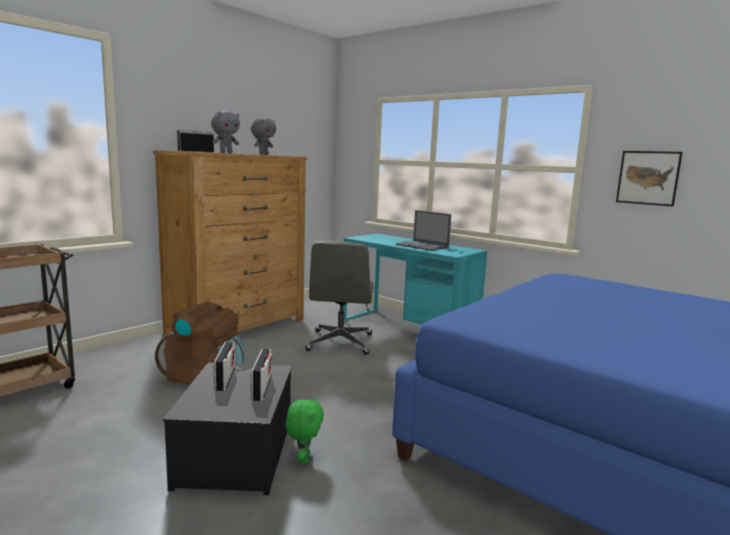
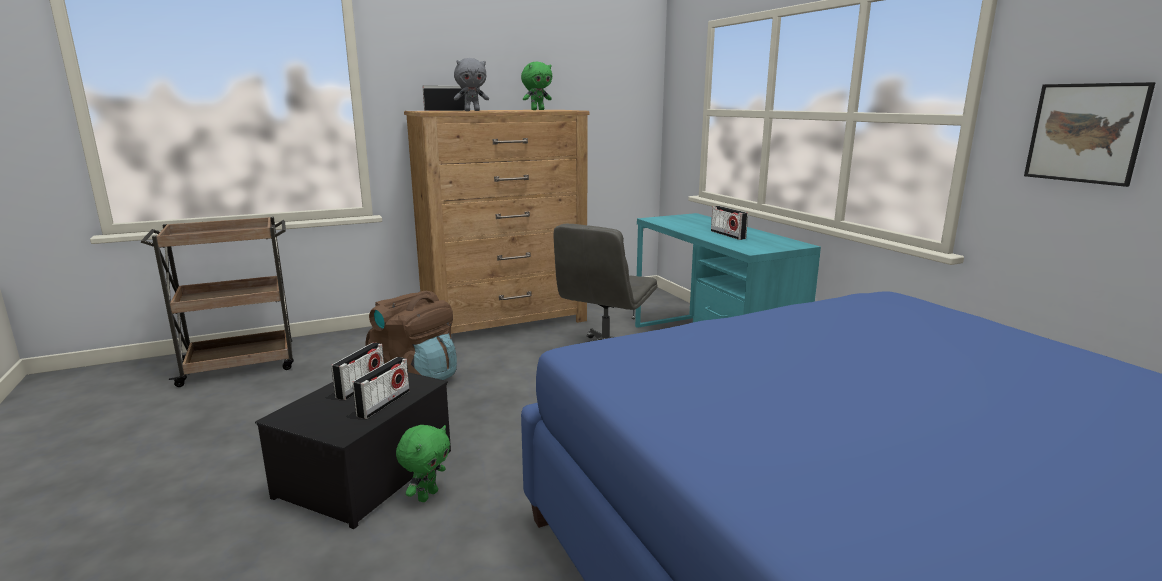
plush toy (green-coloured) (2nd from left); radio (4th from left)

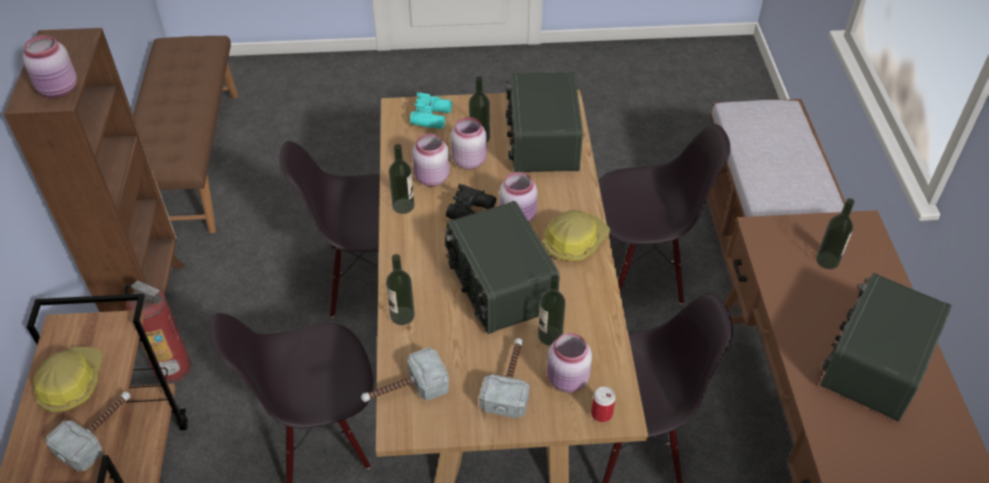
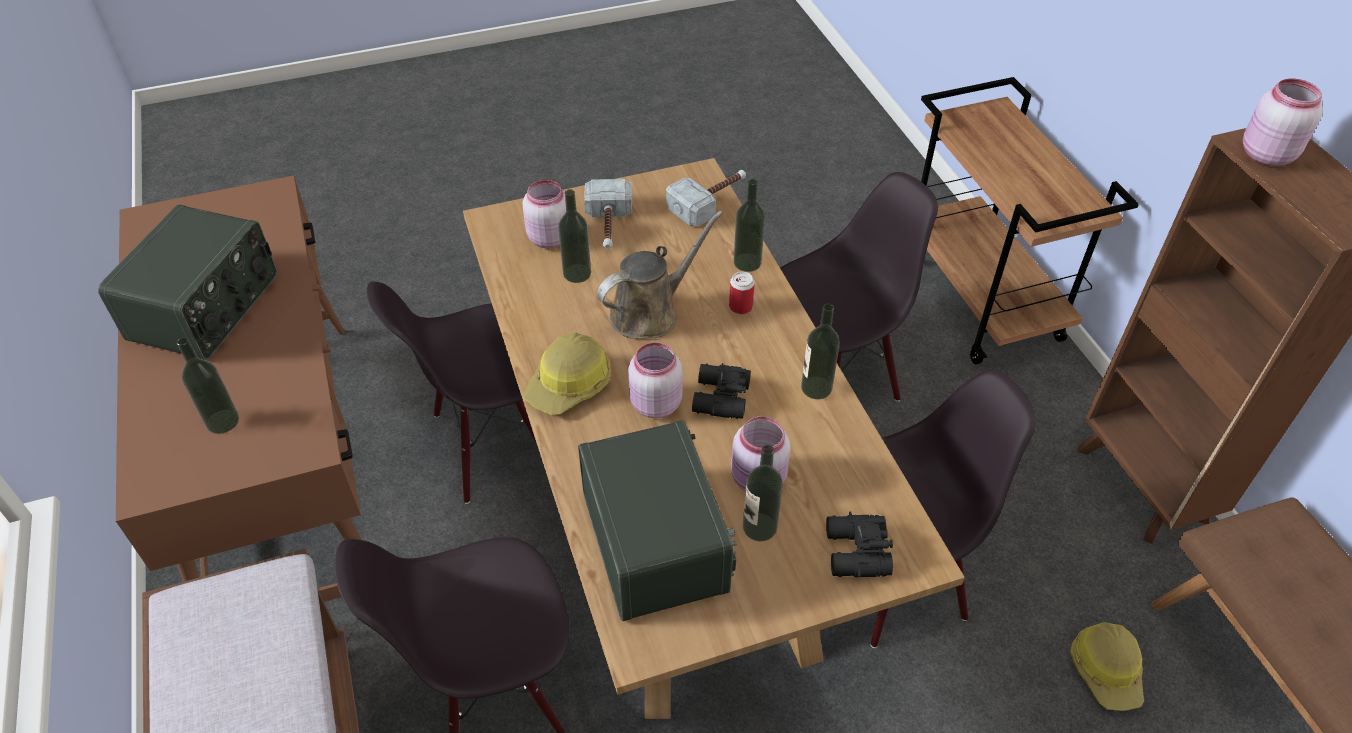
work helmet (2nd from left); tool hammer (1st from left in the first image); extinguisher; field glasses (black-coloured) (2nd from left); preserve jar (pink) (2nd from left in the first image); watering pot (brown-coloured); sealed can

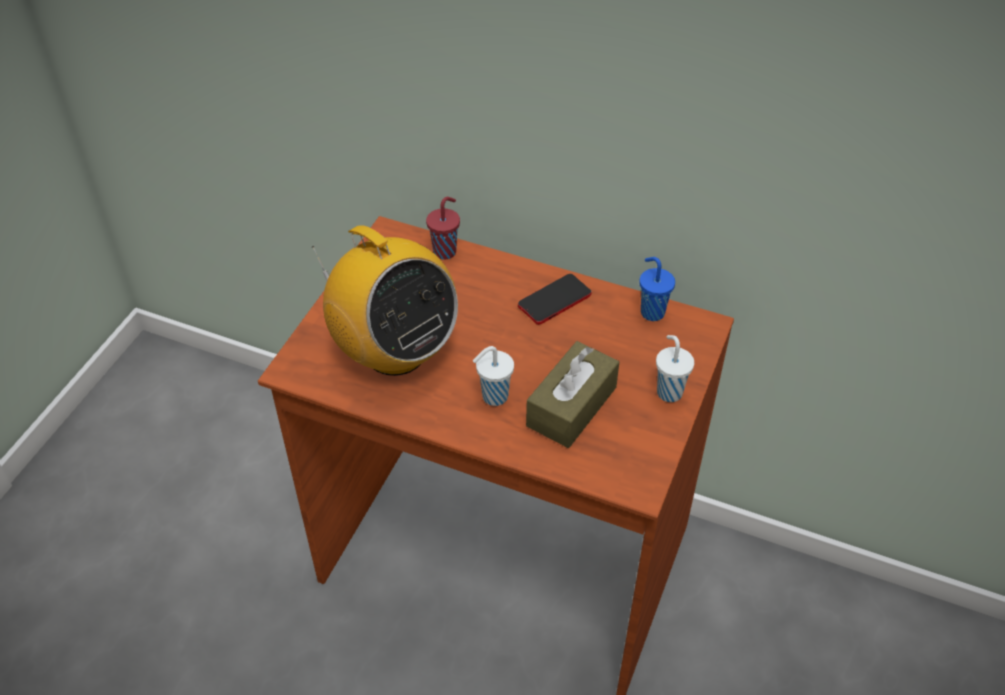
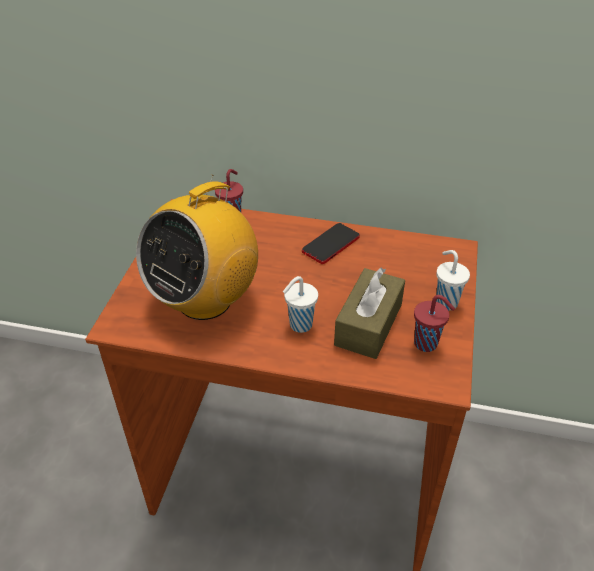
radio; cup (bluish); cup (red-coloured) (2nd from left)

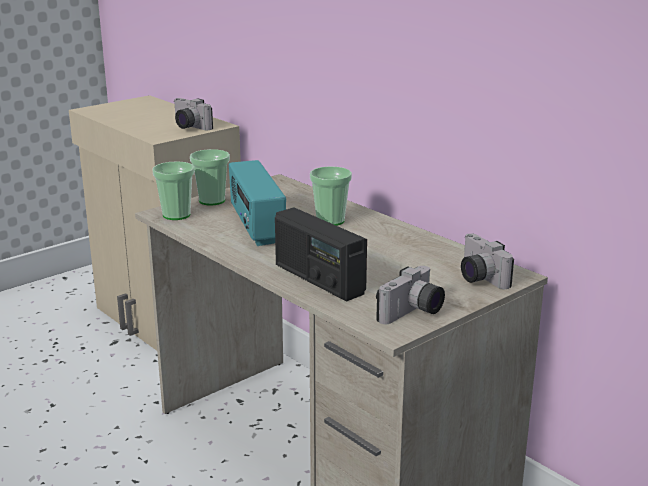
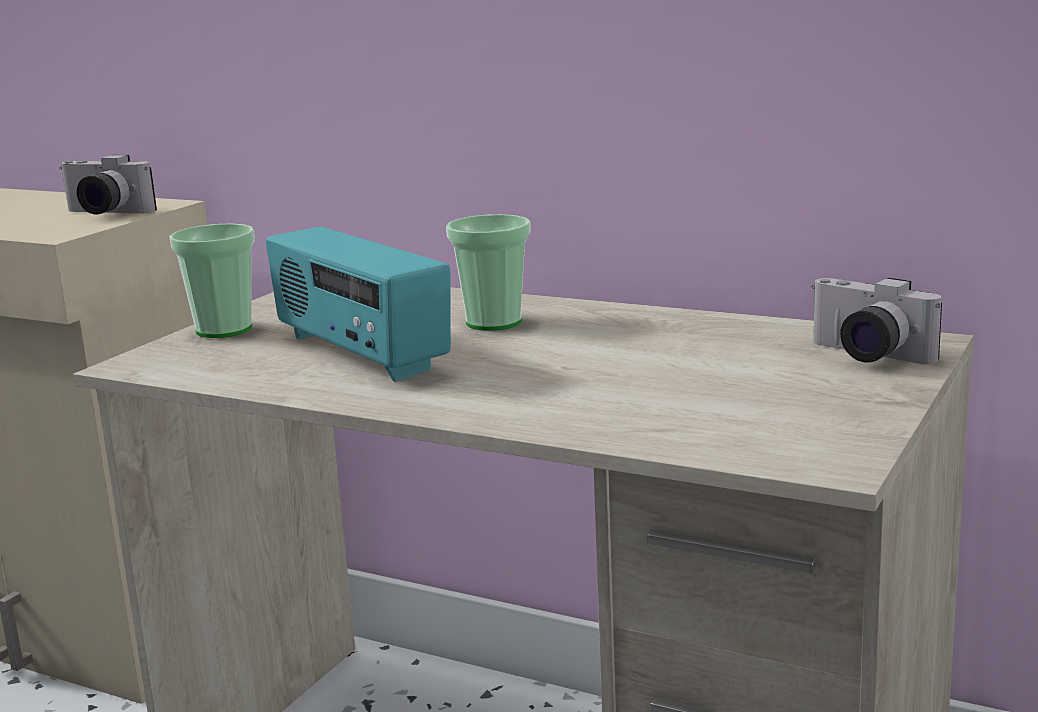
cup (1st from left in the first image); radio (2nd from left in the first image); photo camera (2nd from left in the first image)

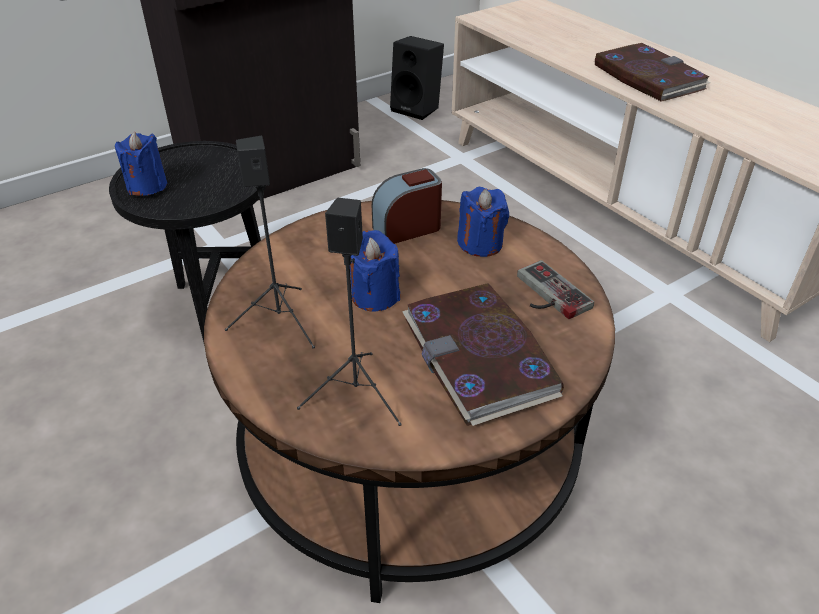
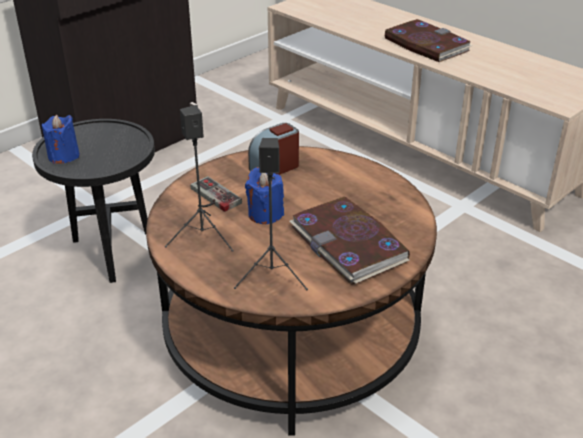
loudspeaker (black-coloured) (3rd from left in the first image); candle (bluish) (3rd from left in the first image); gamepad

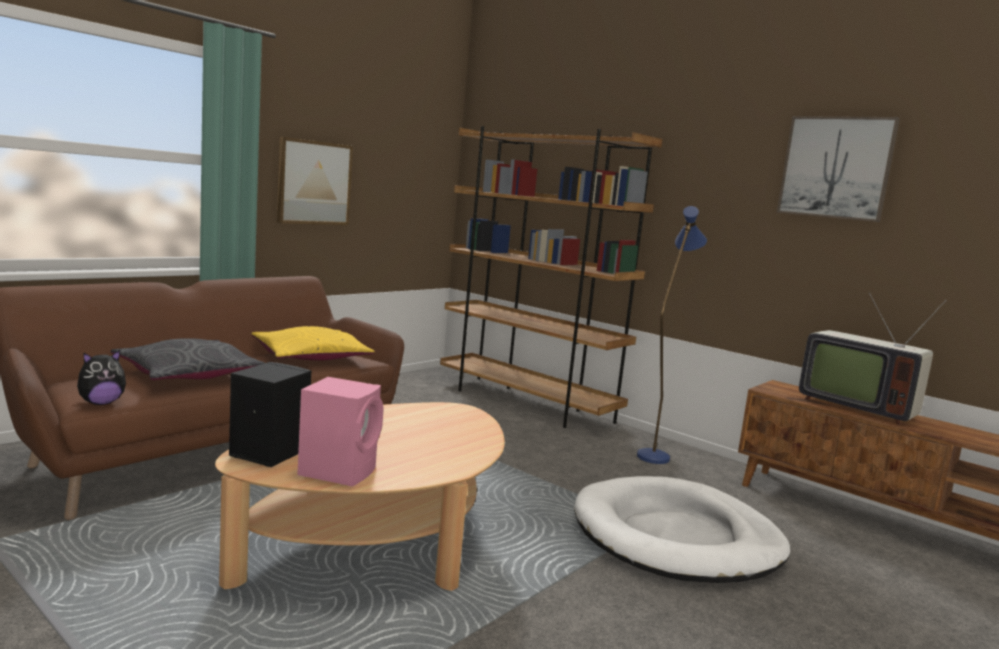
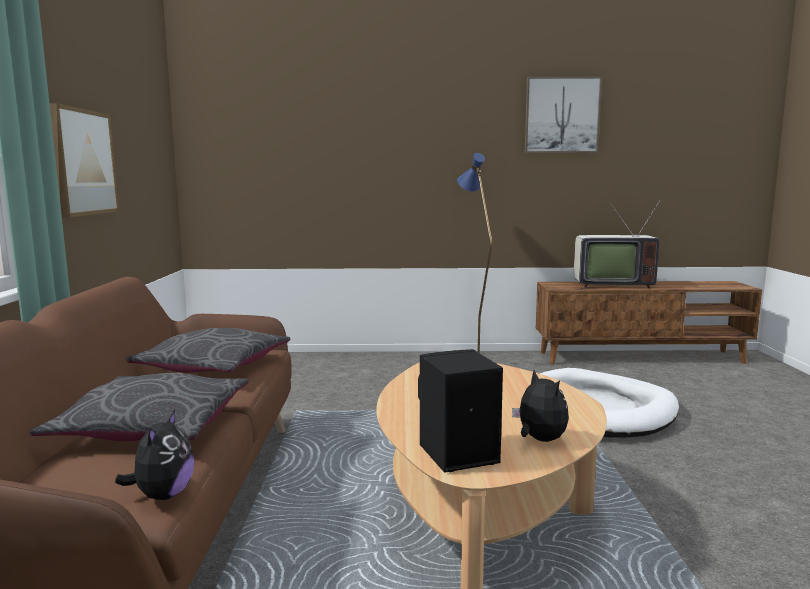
throw pillow (grey) (2nd from left); plush toy (2nd from left); bookshelf (brown-coloured)

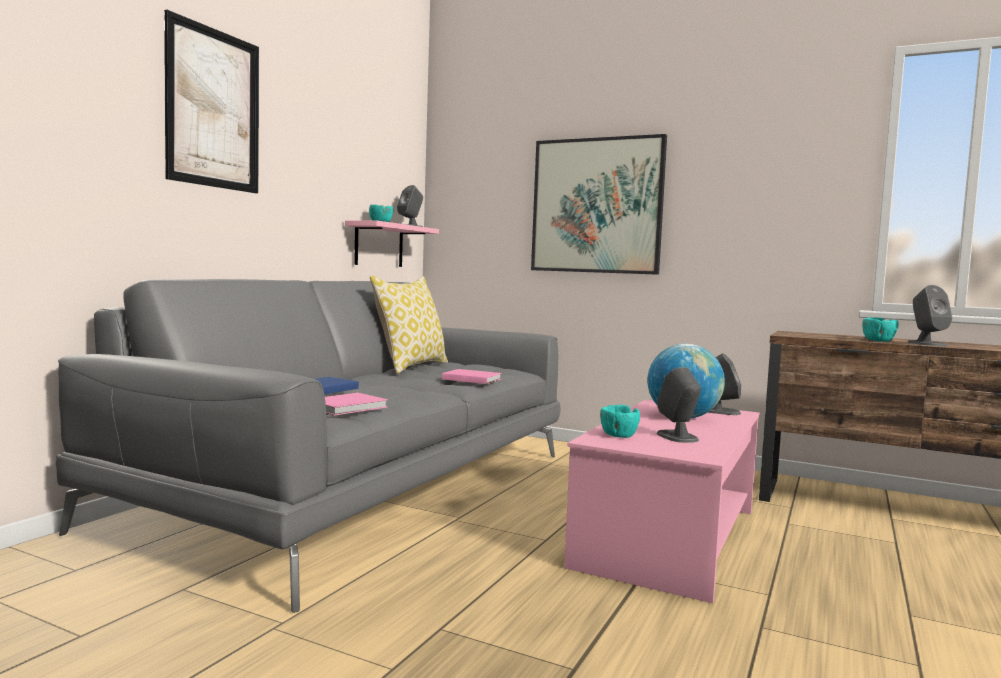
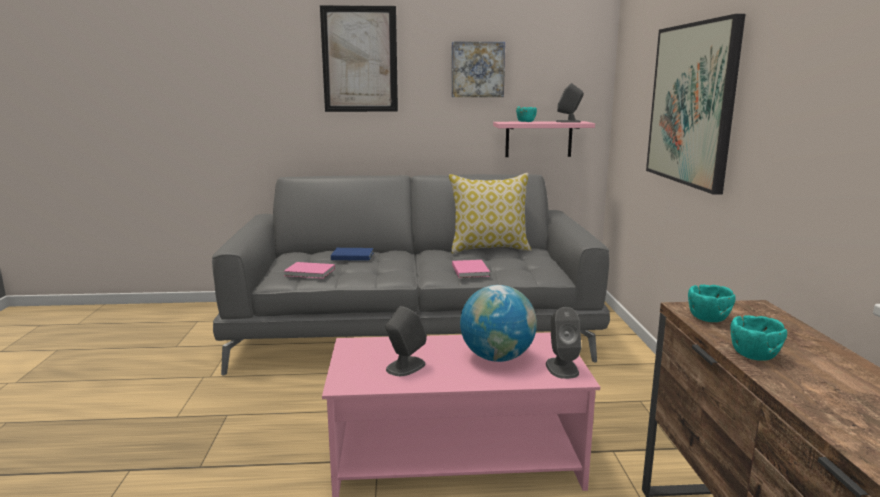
deep dish (turquoise) (2nd from left); loudspeaker (grey) (4th from left in the first image); wall art (2nd from left)

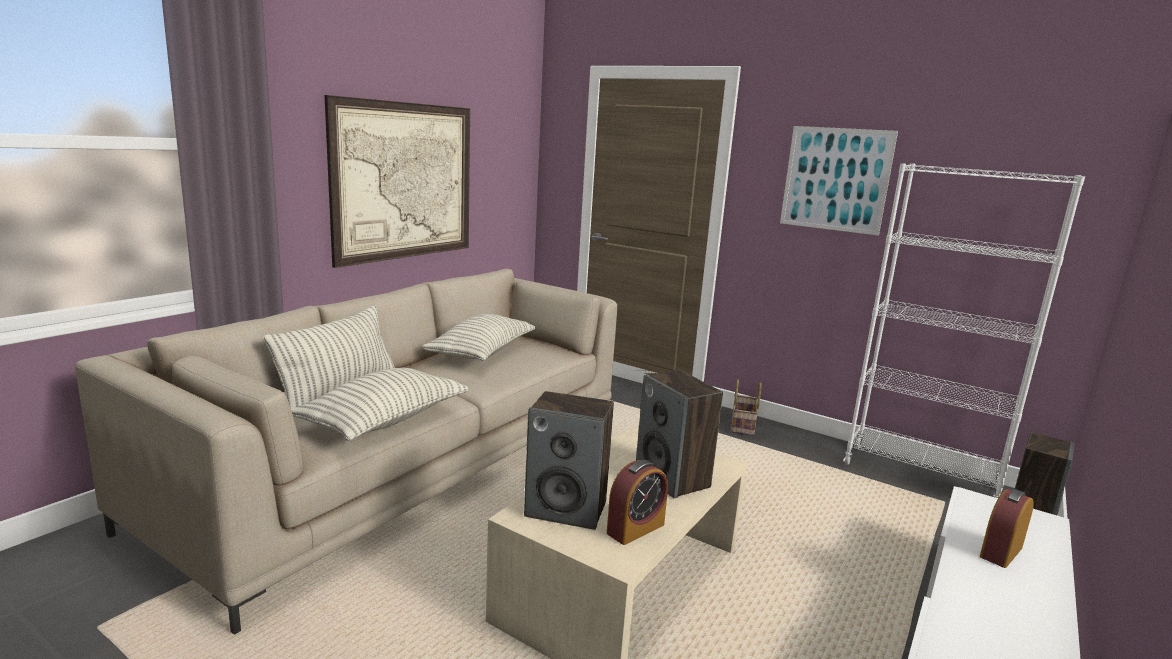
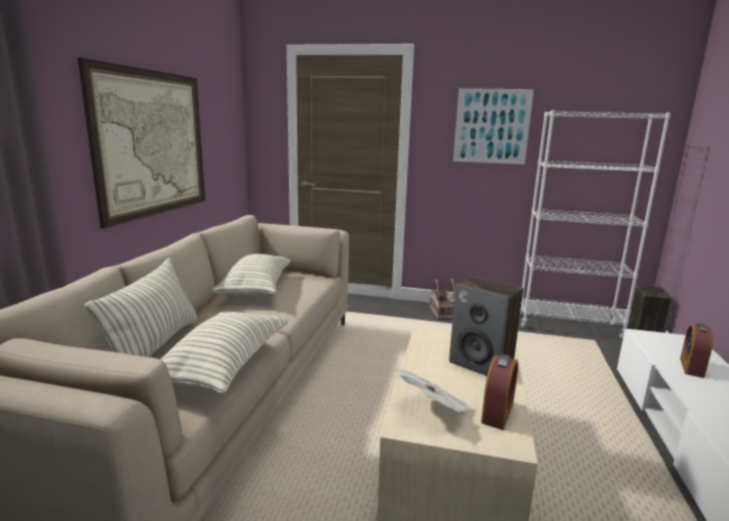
newspaper

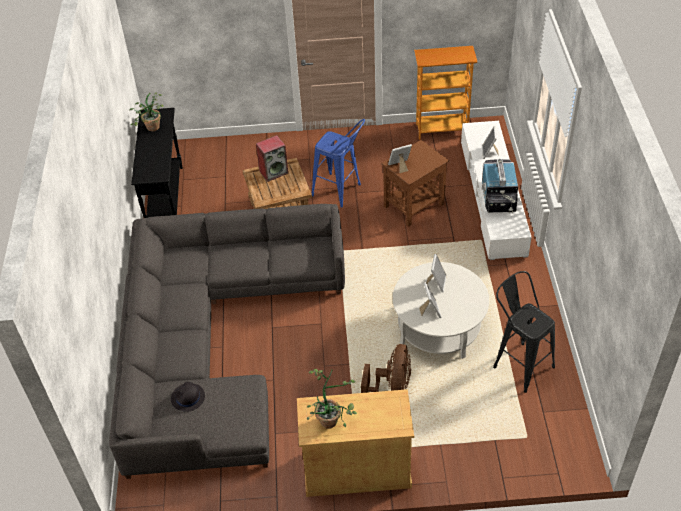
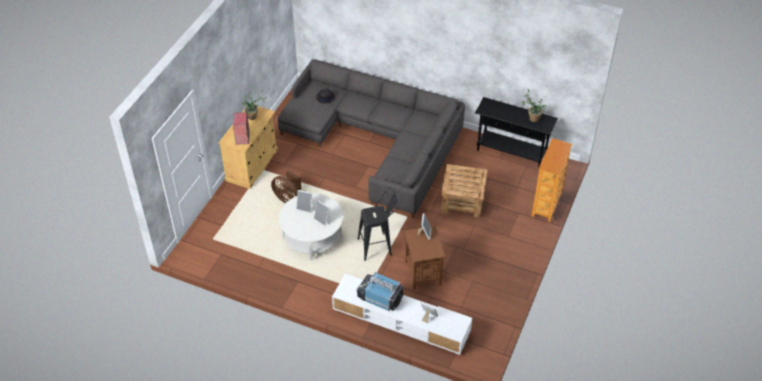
loudspeaker; sitting stool (bluish); bookshelf; sitting stool (black-coloured)

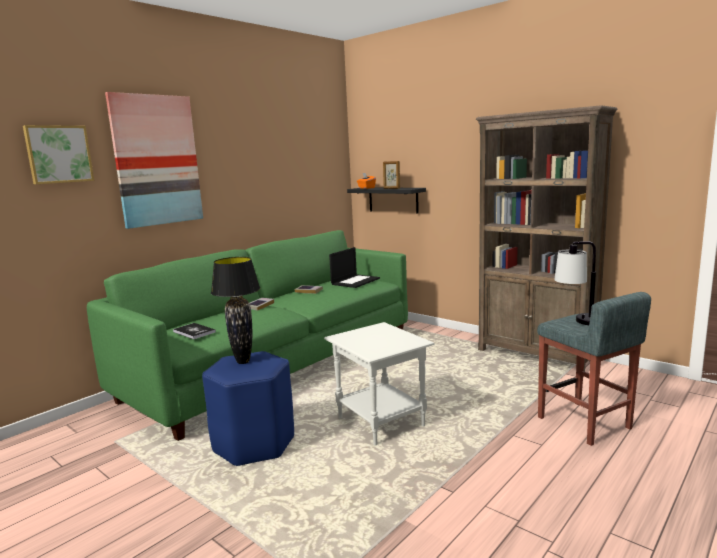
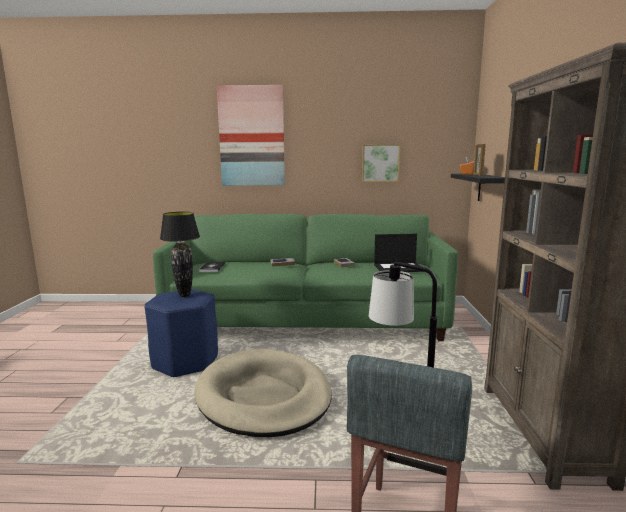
wall art (2nd from left); dog cushion (beige)

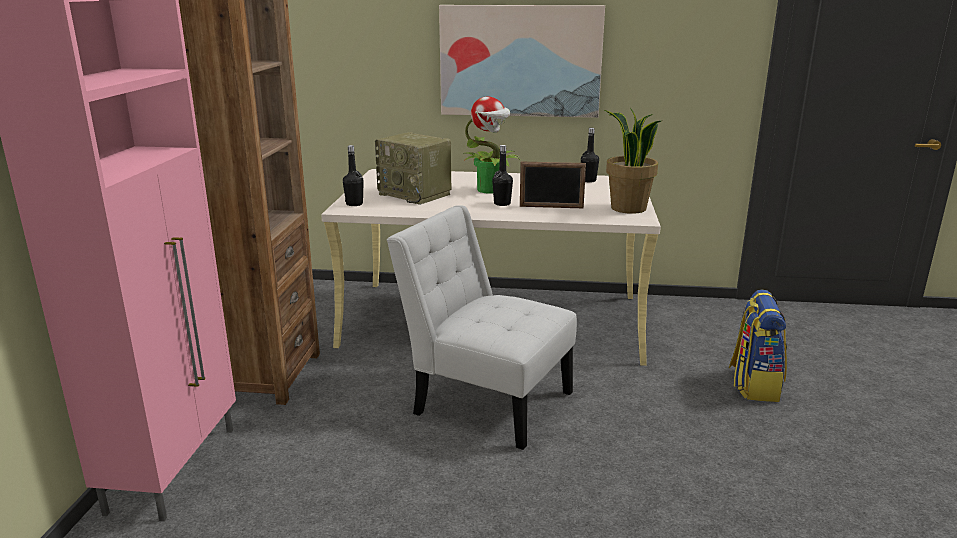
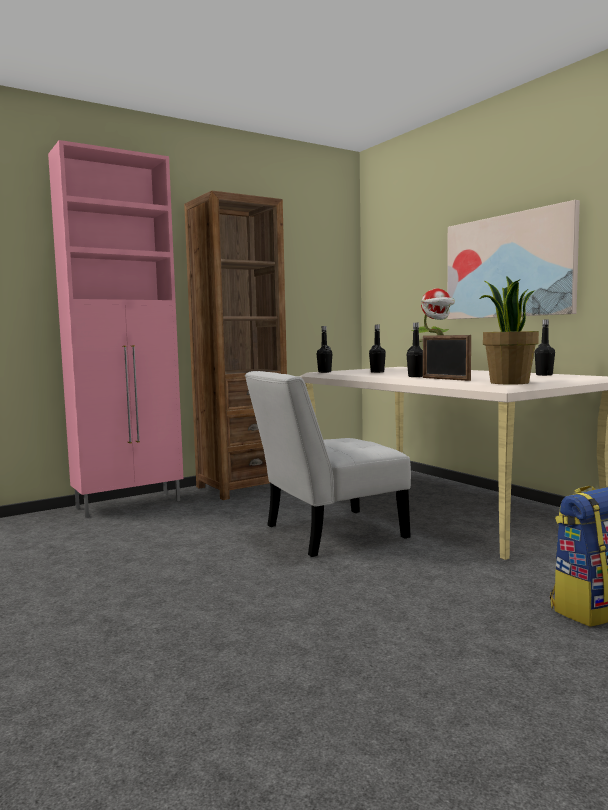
drink bottle (black-coloured) (2nd from left); upright chair (whitish)

